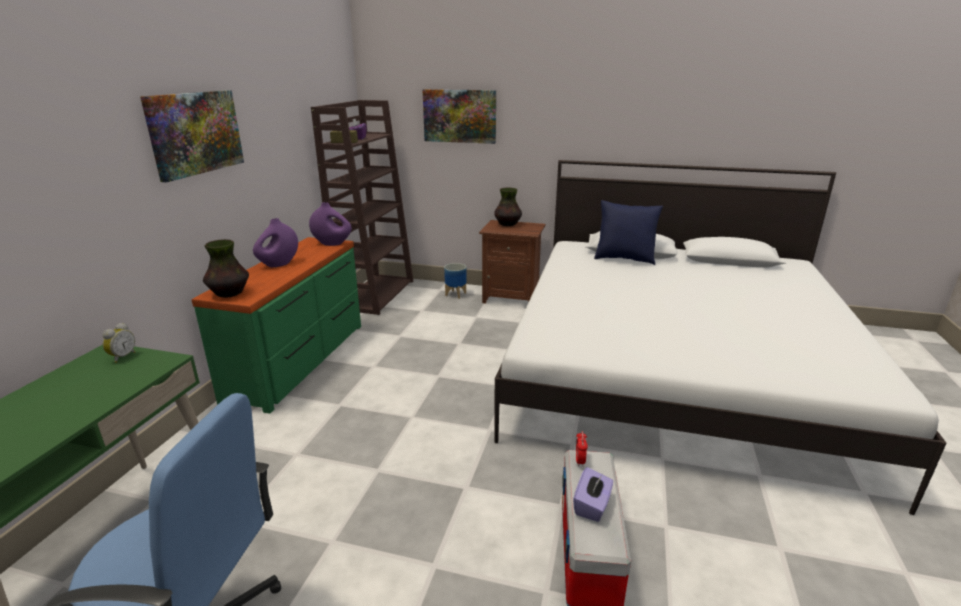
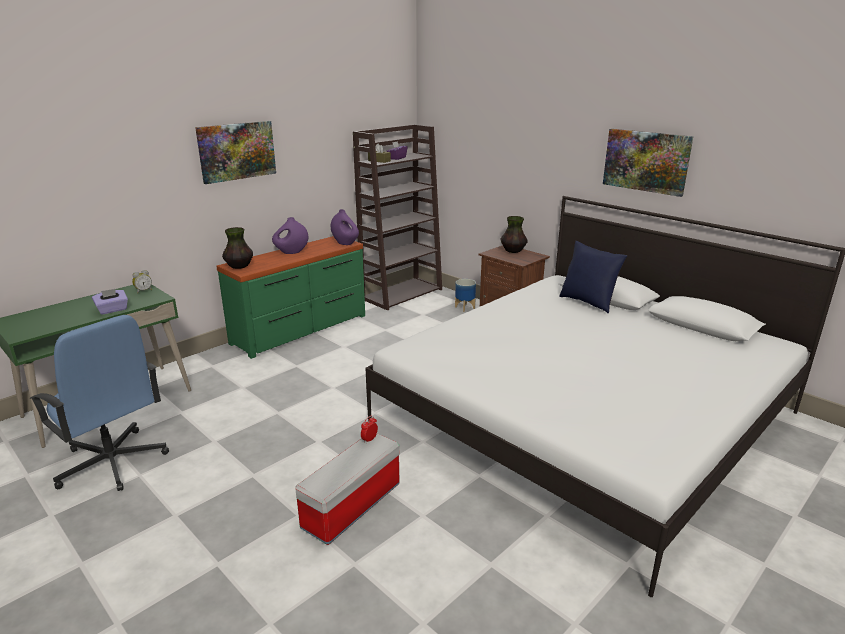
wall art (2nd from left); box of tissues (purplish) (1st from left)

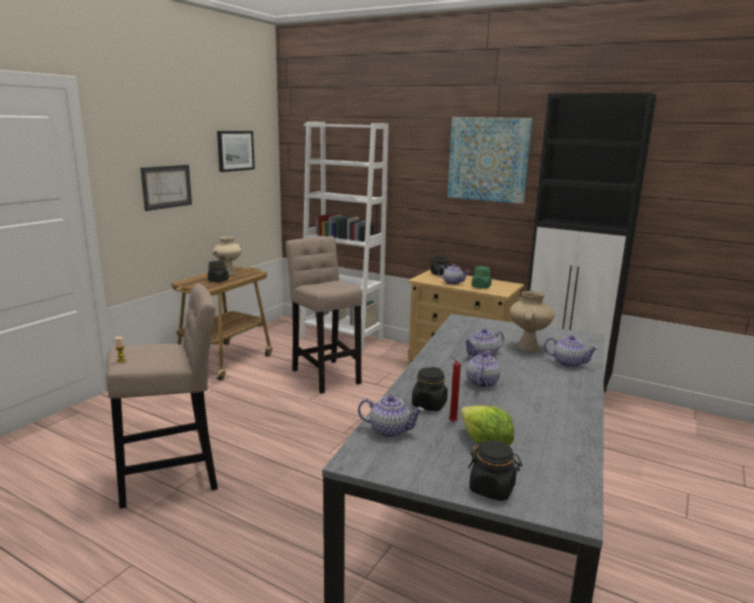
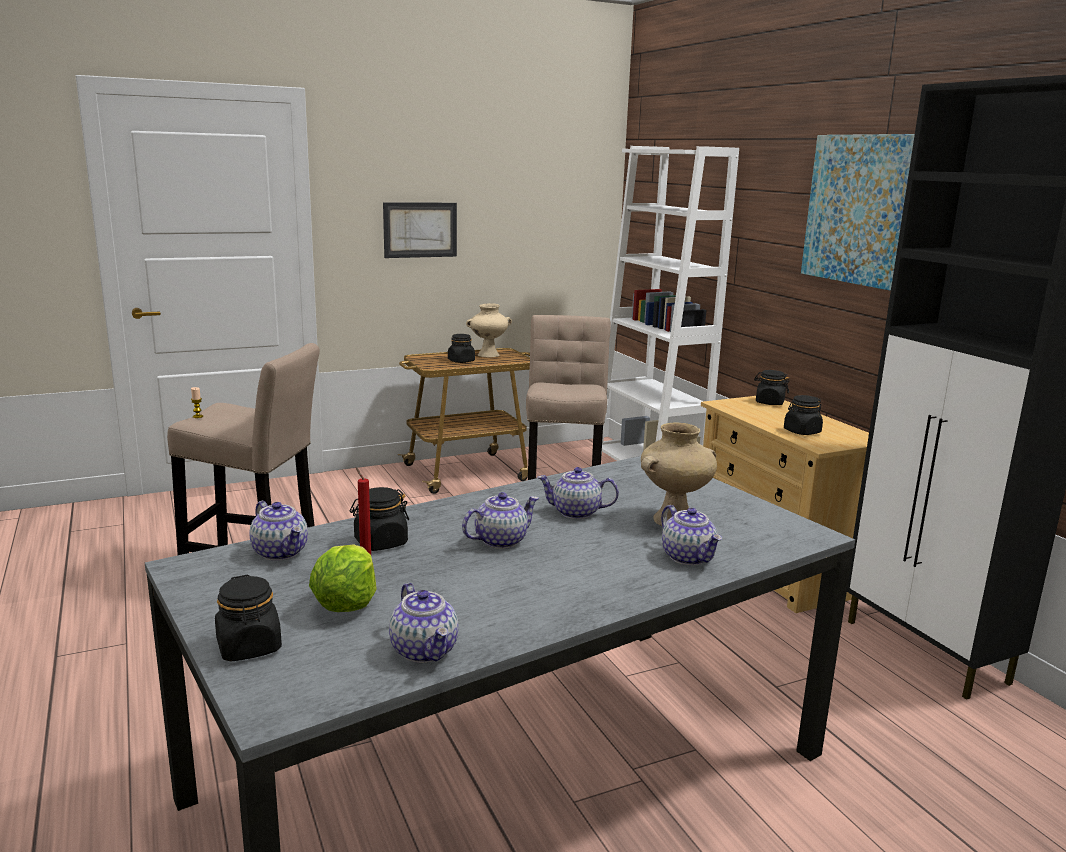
wall art (2nd from left in the first image); teapot (2nd from left); preserve jar (black-coloured) (5th from left)

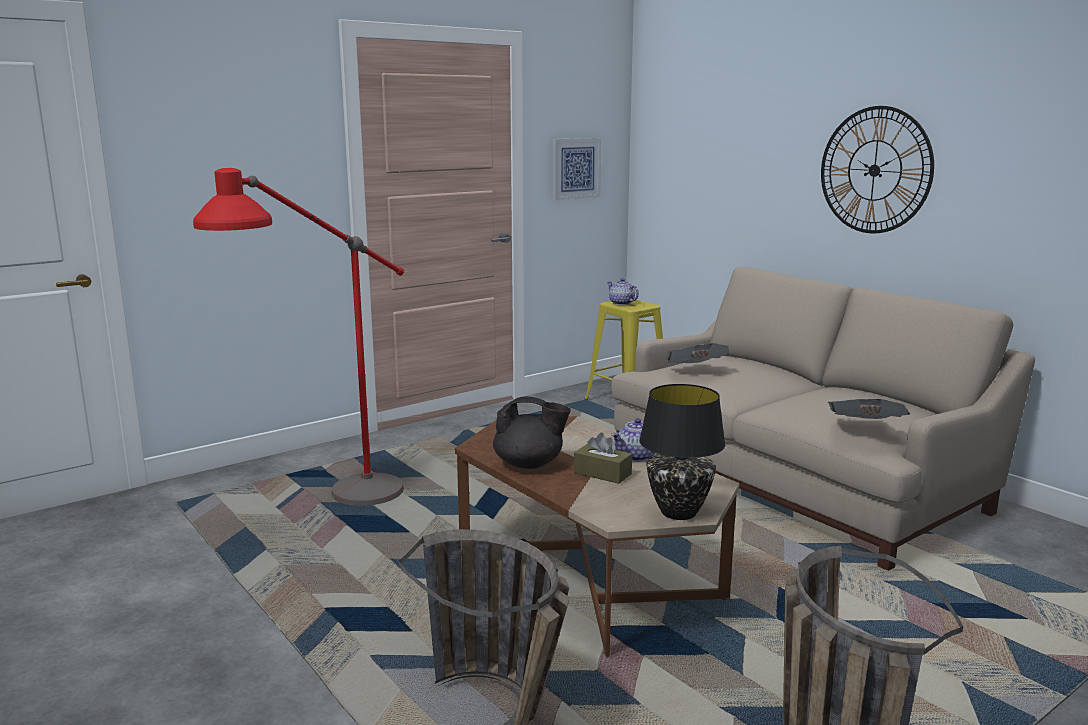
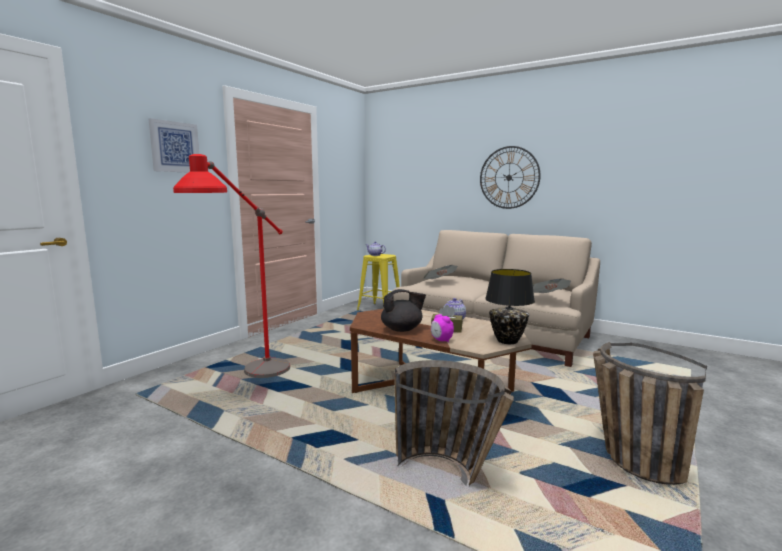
wall art; bedside clock

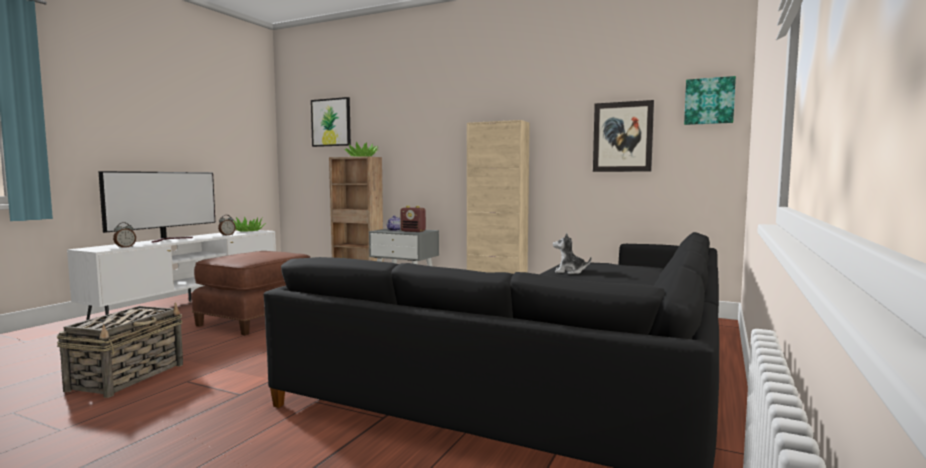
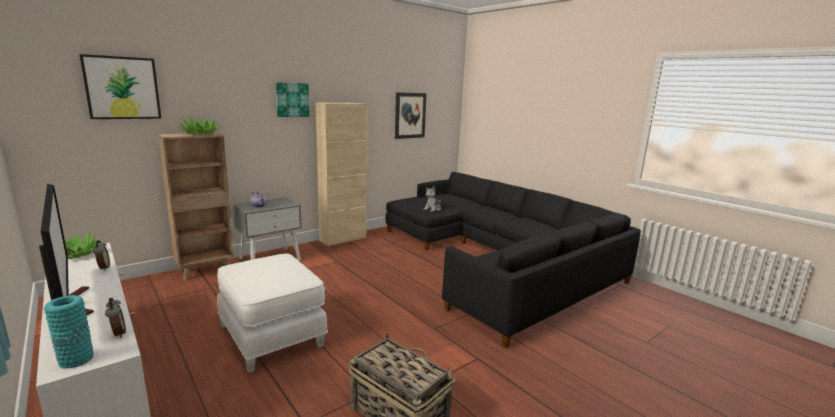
footrest (whitish); radio; wall art (2nd from left); vase (turquoise)

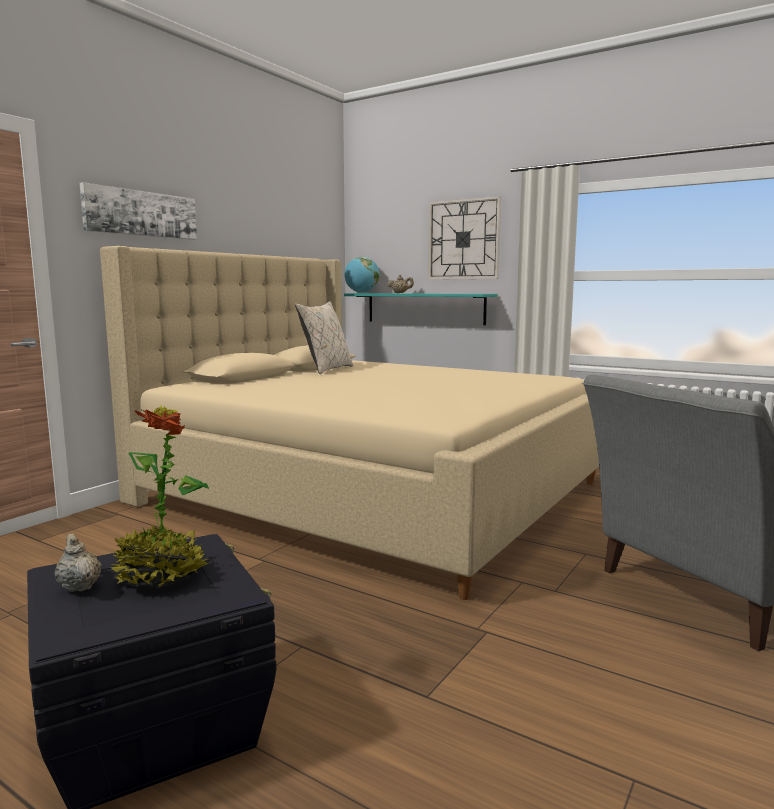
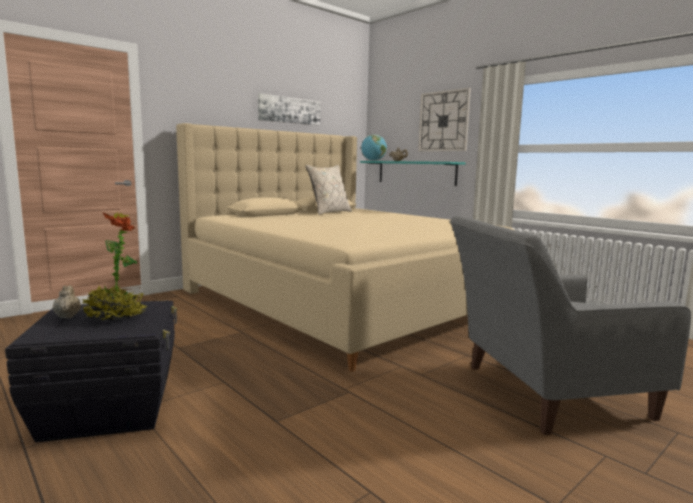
wall art

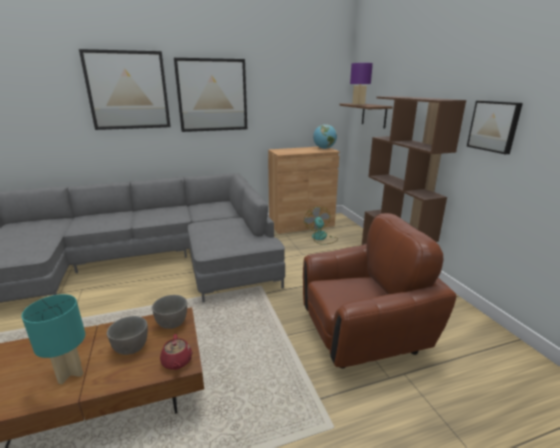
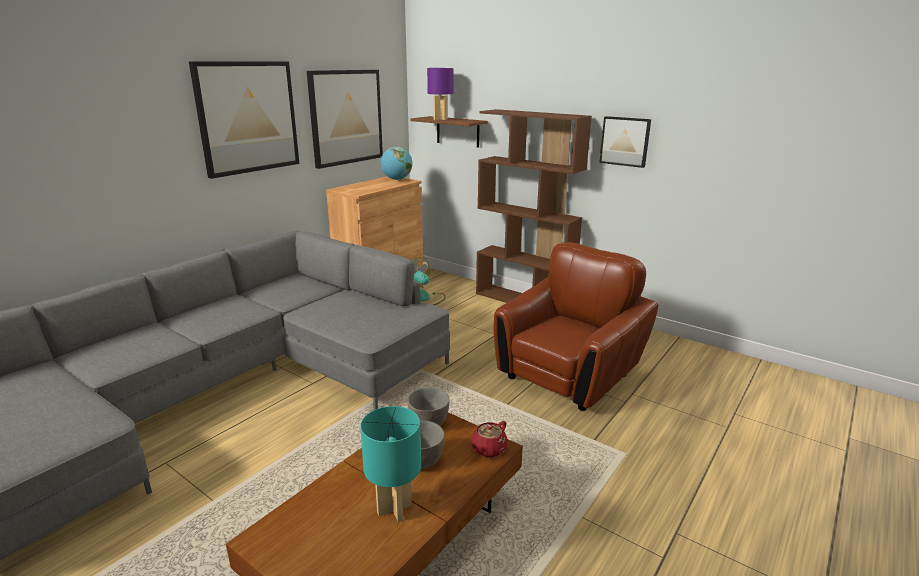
wall art (2nd from left); teapot (red-coloured)

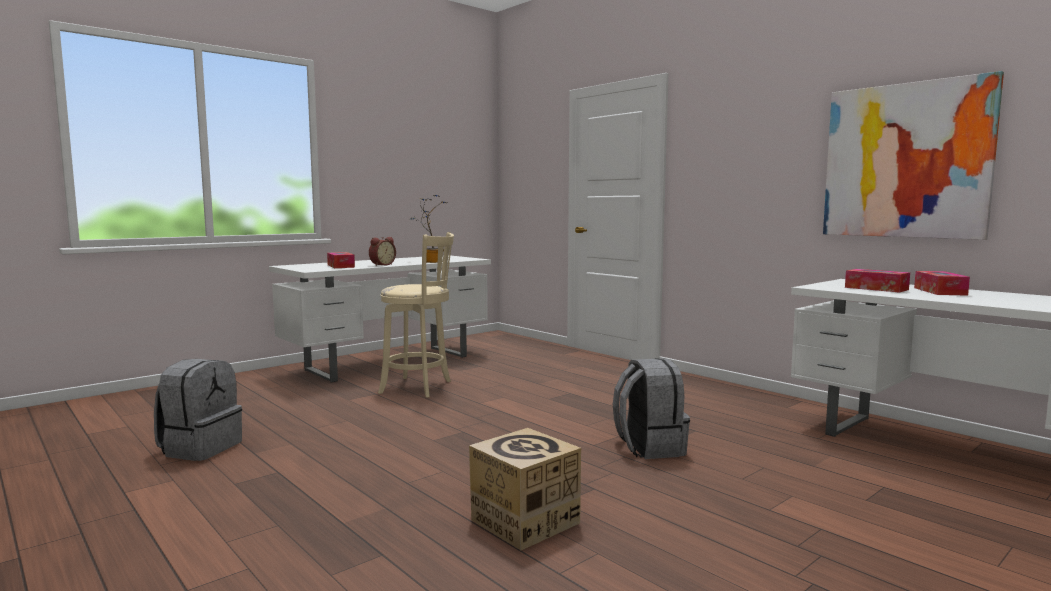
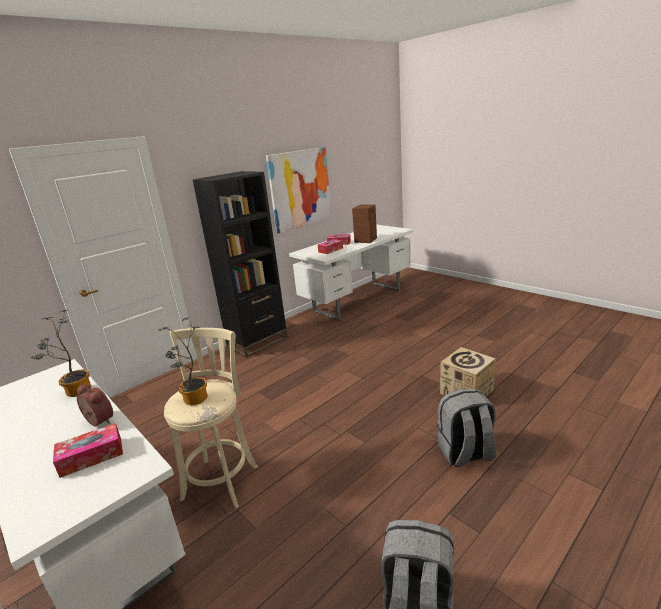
knapsack (grey) (2nd from left); plant in a pot (2nd from left); bookshelf (black-coloured); loudspeaker (brown-coloured)

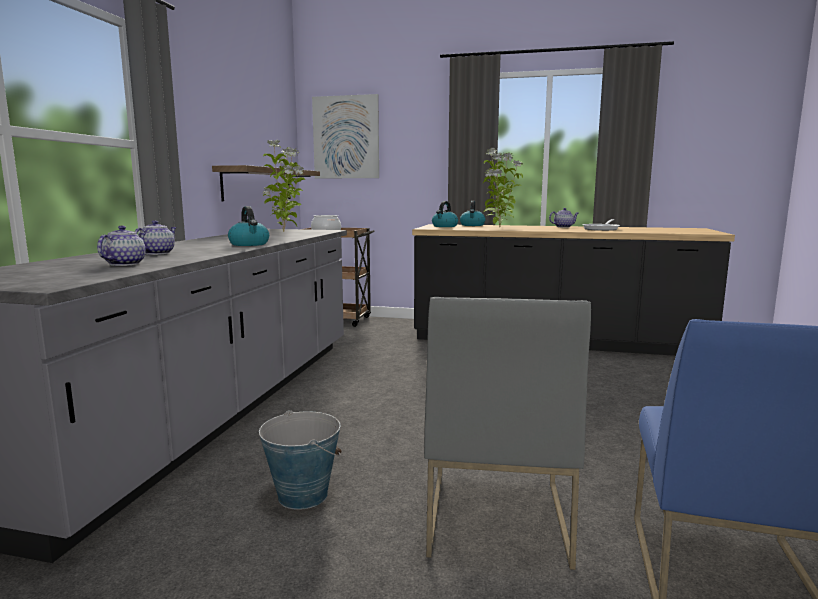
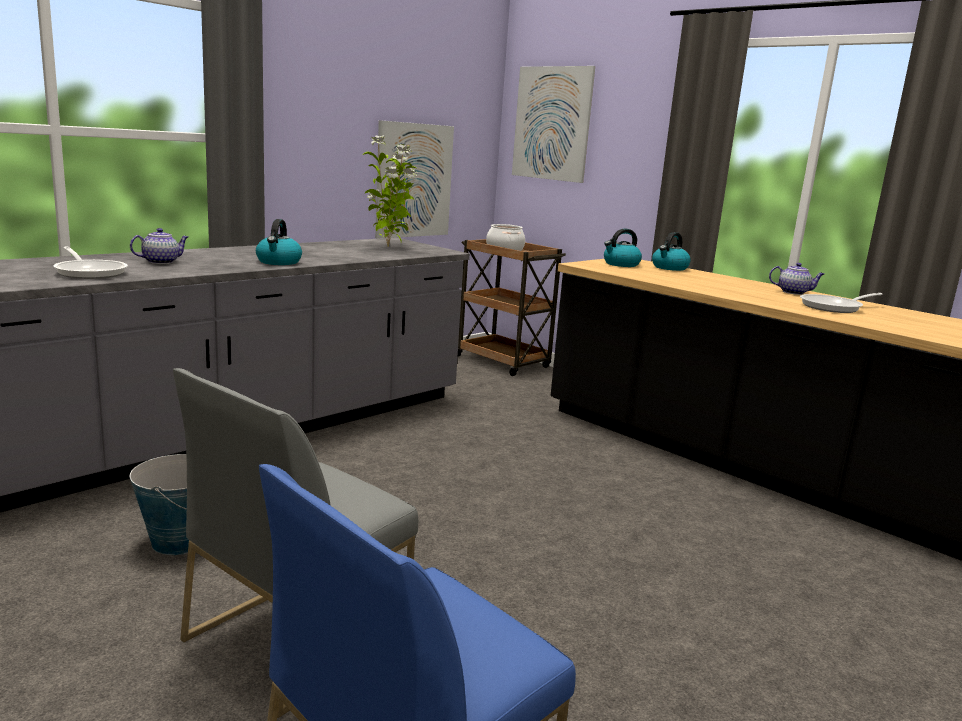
frying pan (1st from left); wall art (1st from left); plant in a pot (2nd from left in the first image)

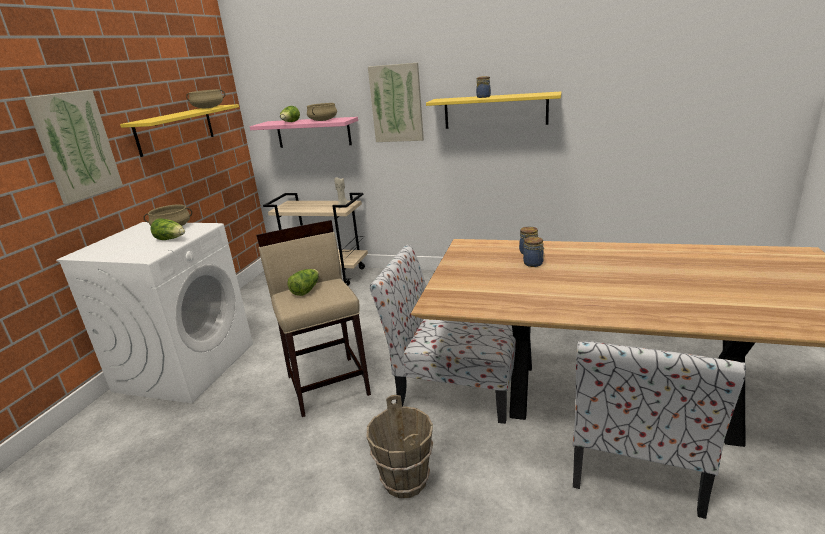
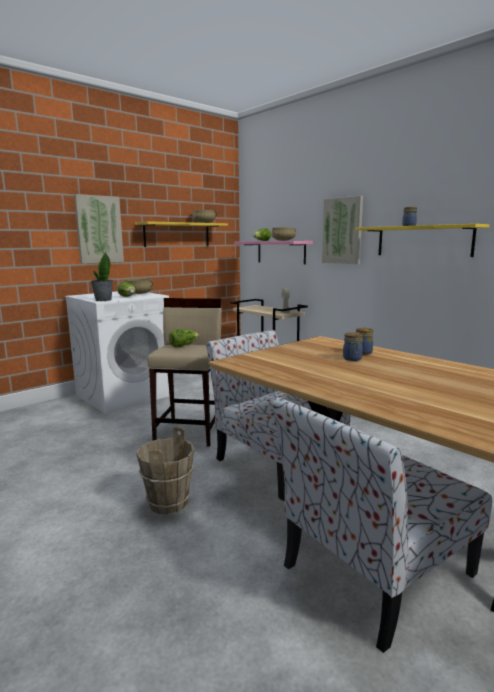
plant in a pot

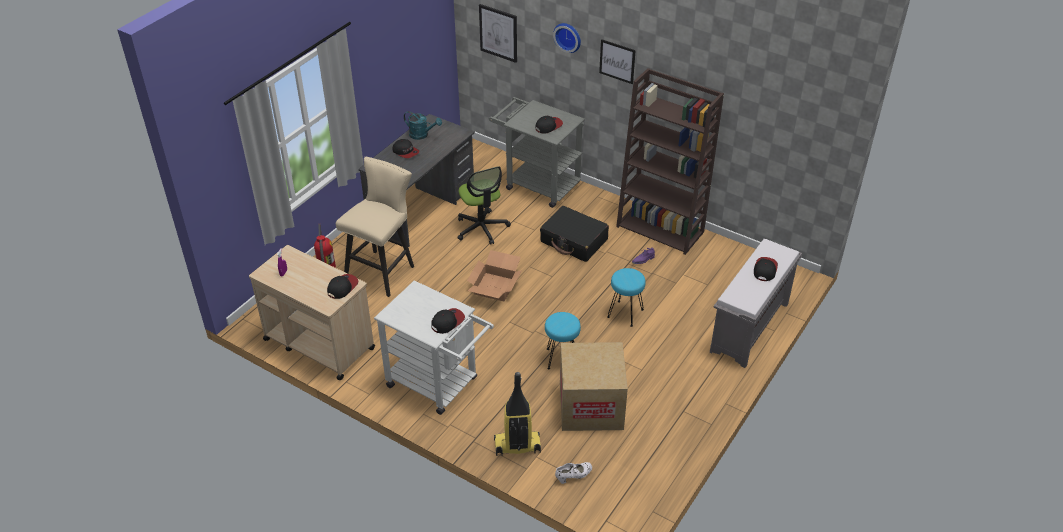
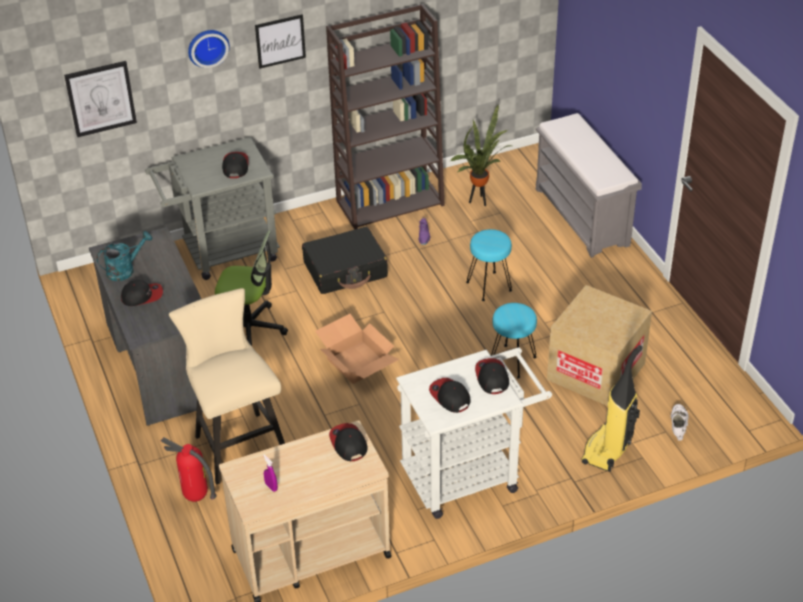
peaked cap (4th from left); plant in a pot

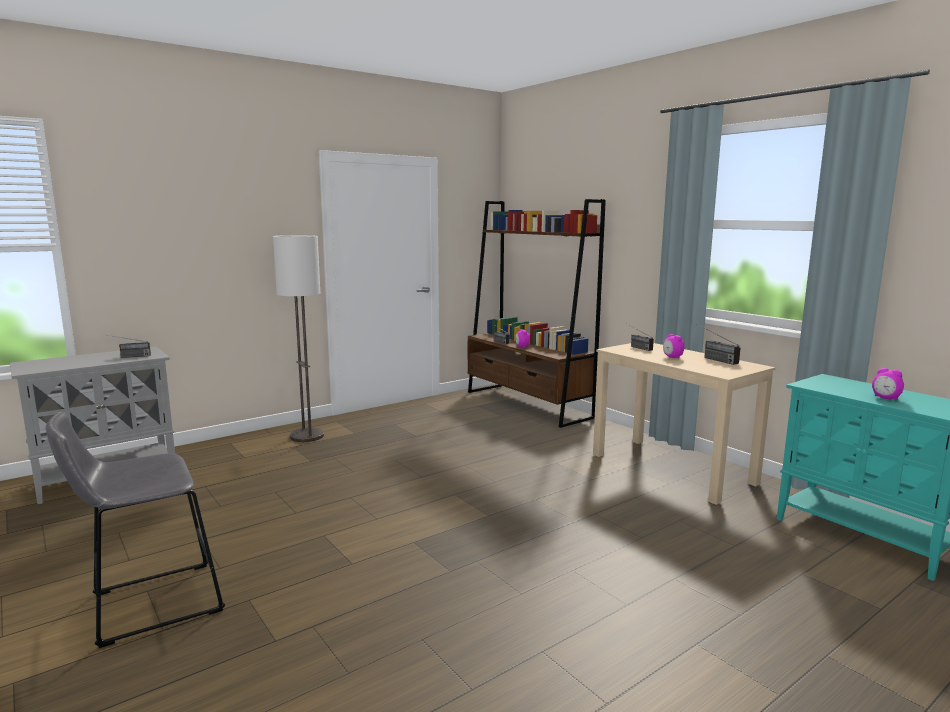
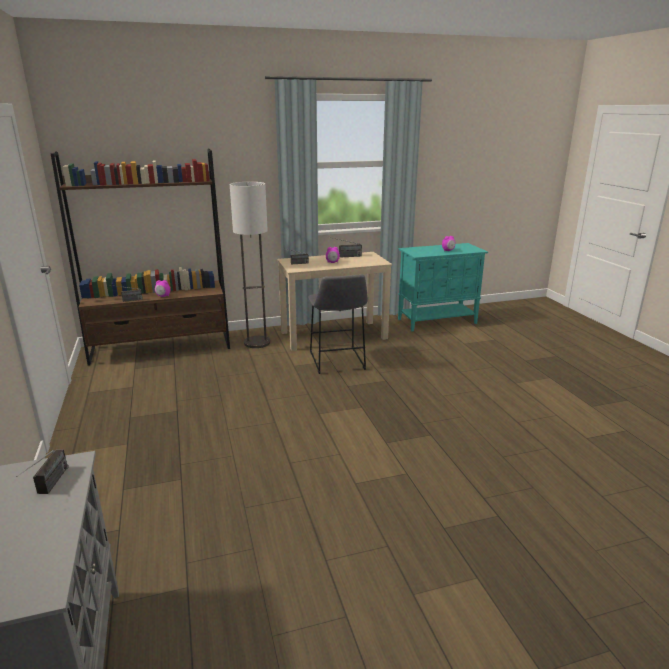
sitting stool (grey); floor lamp

